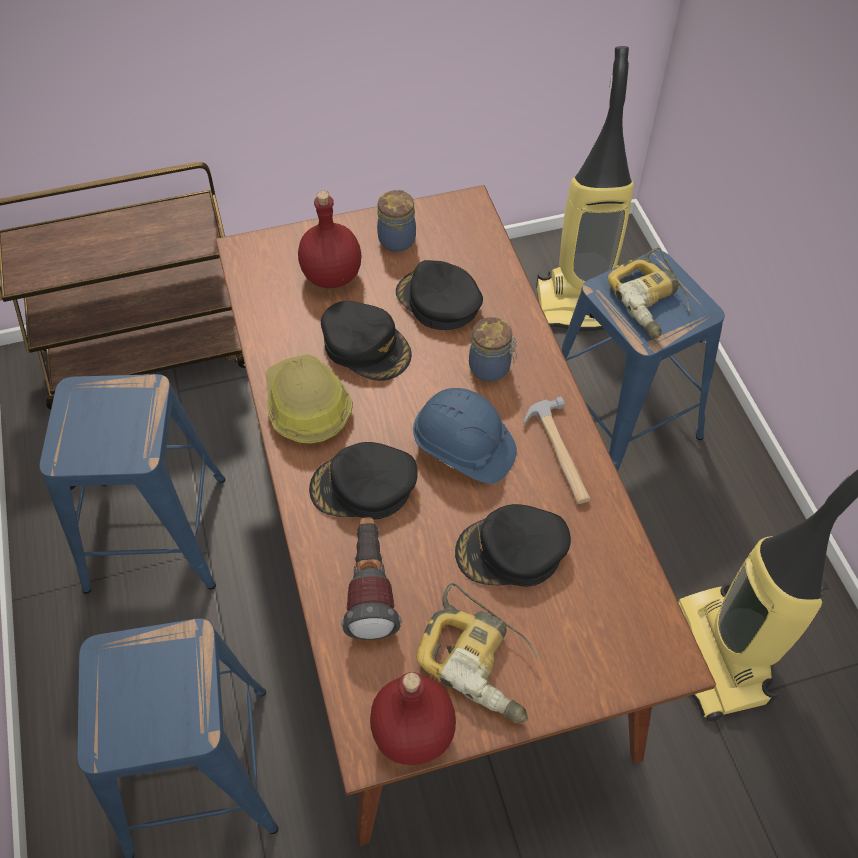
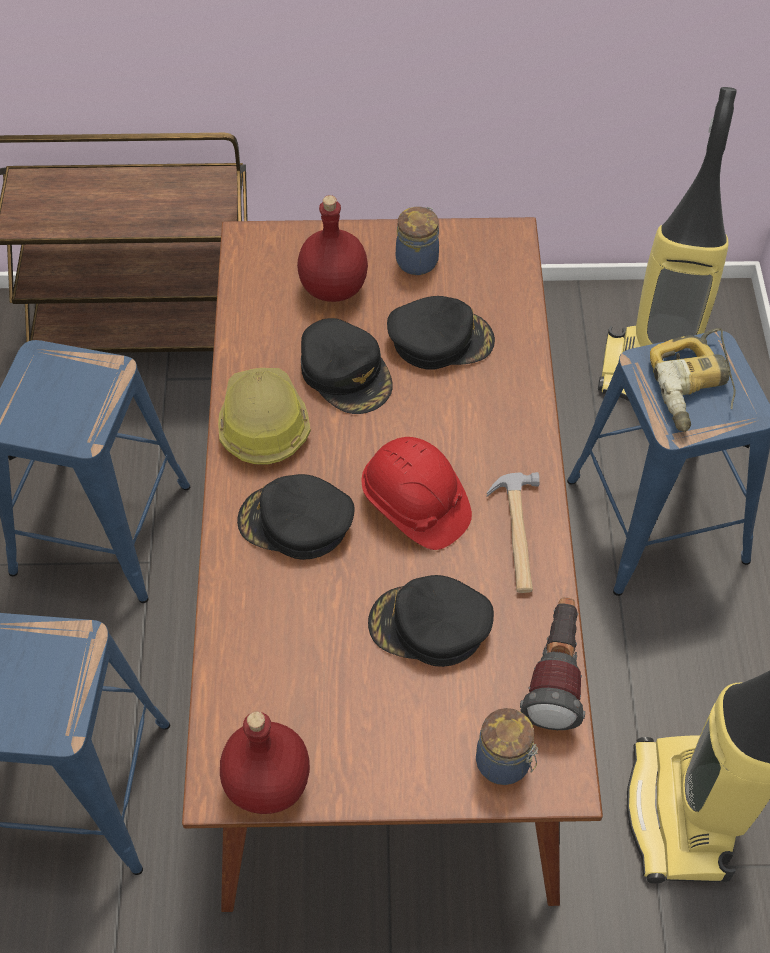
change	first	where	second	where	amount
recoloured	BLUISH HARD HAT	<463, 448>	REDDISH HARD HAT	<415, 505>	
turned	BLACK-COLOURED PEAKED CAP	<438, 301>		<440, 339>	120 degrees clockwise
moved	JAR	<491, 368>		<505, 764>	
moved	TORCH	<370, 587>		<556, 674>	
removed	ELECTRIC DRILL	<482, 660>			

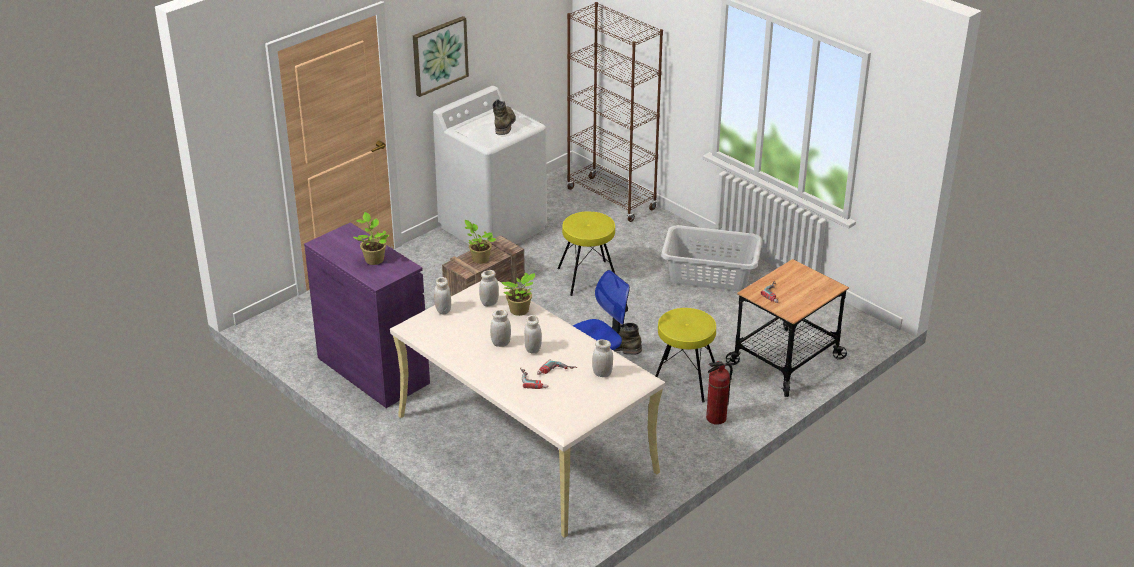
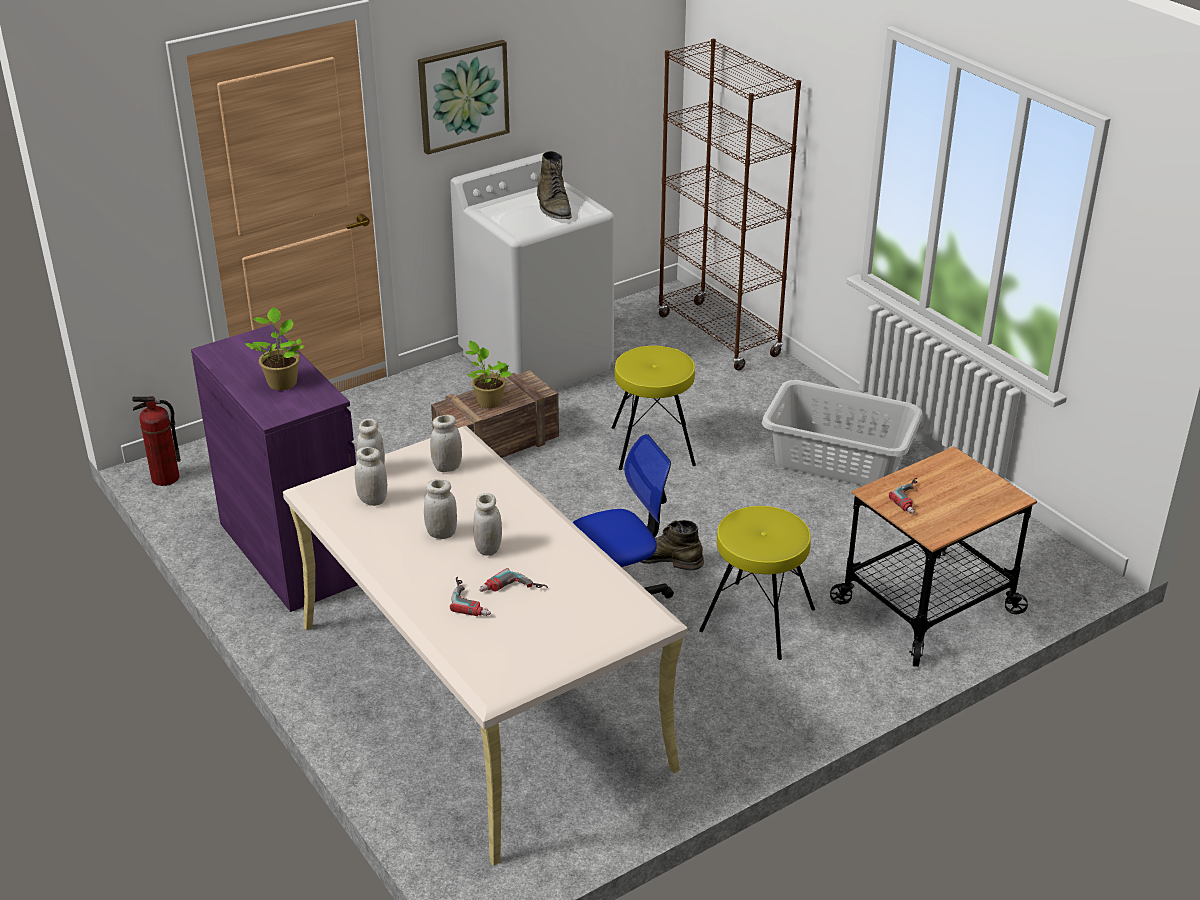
change	first	where	second	where	amount
moved	FIRE-FIGHTING CYLINDER	<716, 418>		<165, 478>	
moved	WHITE-COLOURED JAR	<602, 373>		<372, 500>	
turned	GREEN TALL BOOT	<504, 124>		<553, 206>	150 degrees clockwise
removed	POTTED PLANT	<520, 311>			

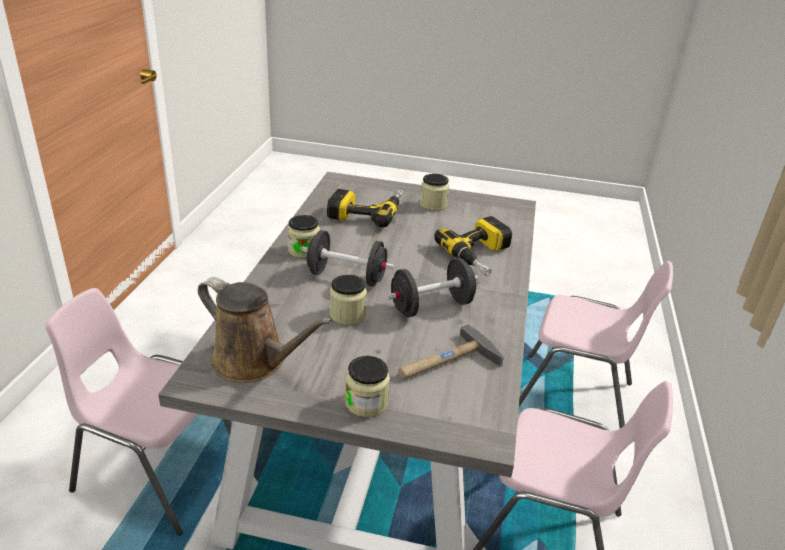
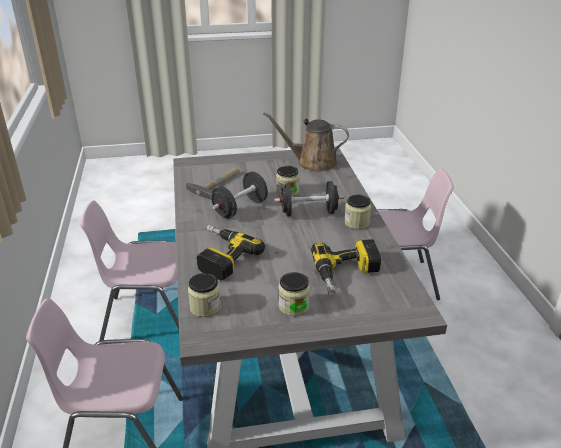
change	first	where	second	where	amount
moved	JAR	<366, 403>		<205, 307>	

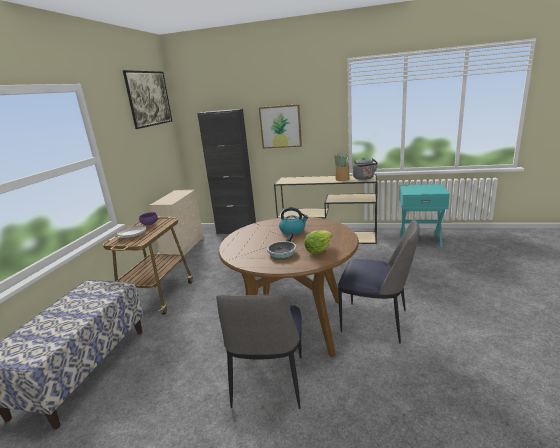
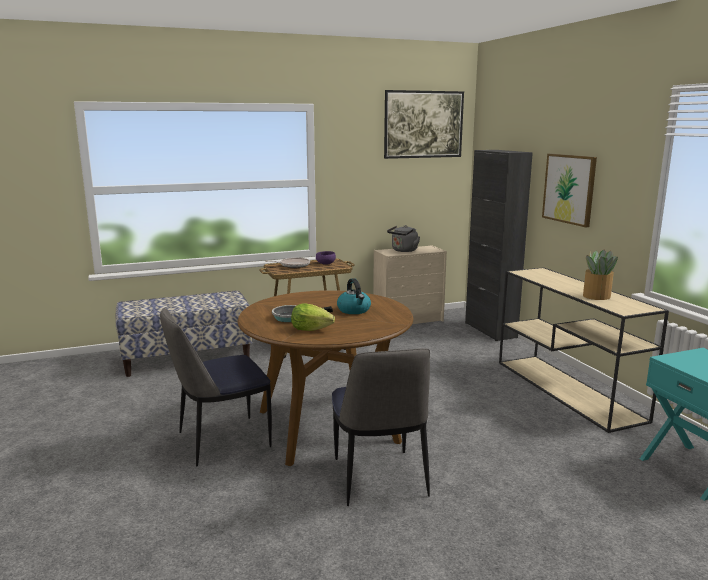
change	first	where	second	where	amount
moved	GRAY KETTLE	<364, 178>		<403, 250>	

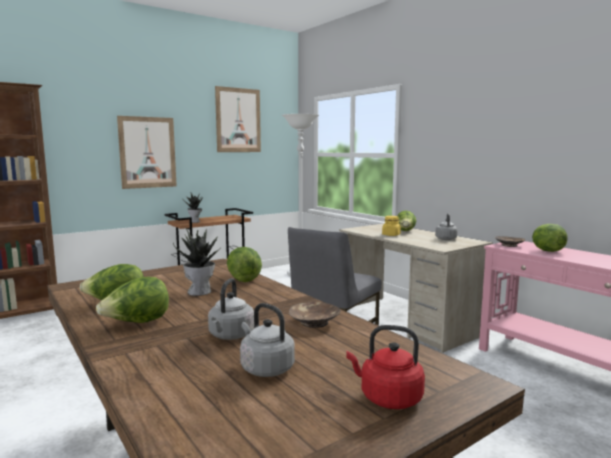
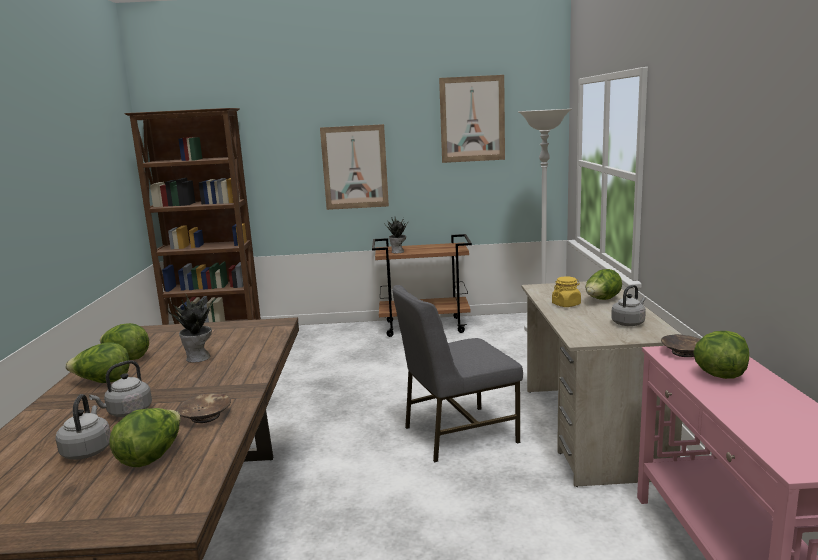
change	first	where	second	where	amount
moved	LETTUCE	<243, 279>		<151, 456>	
removed	REDDISH KETTLE	<387, 398>			

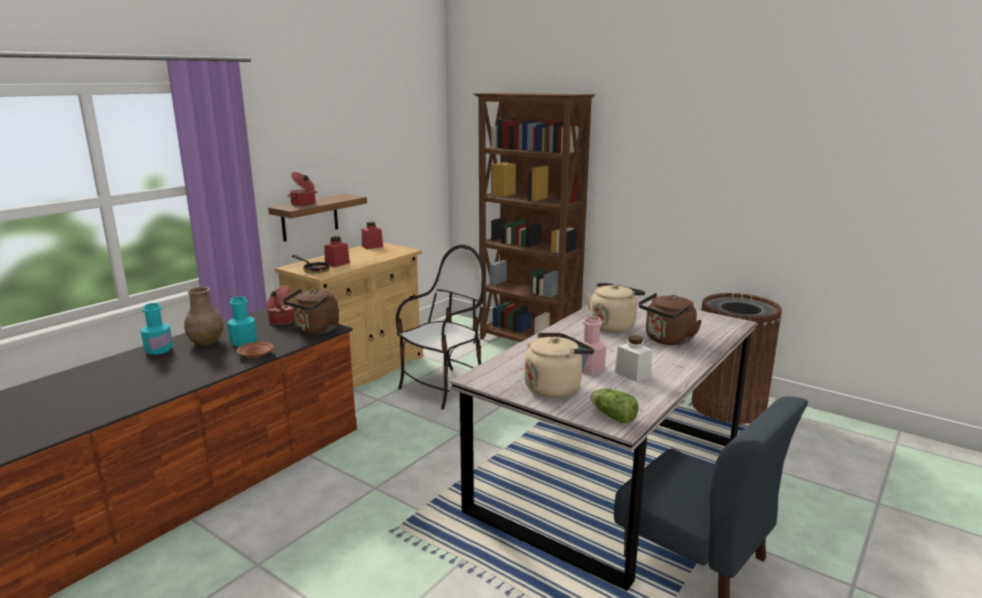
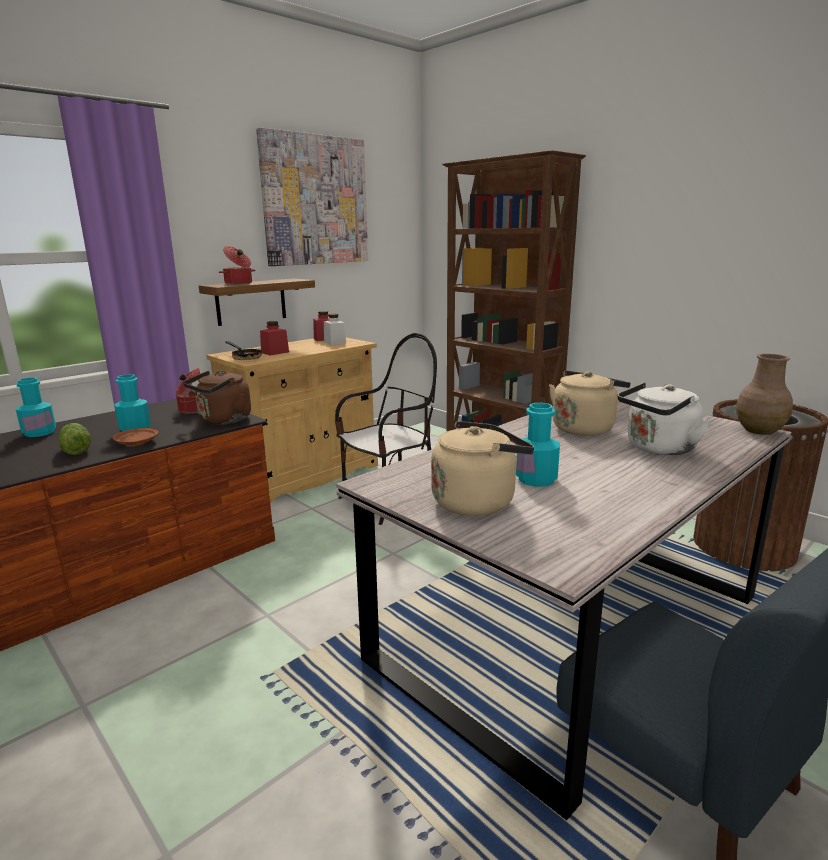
change	first	where	second	where	amount
moved	LETTUCE	<611, 415>		<76, 449>	
added			WALL PICTURE	<315, 201>	
moved	WHITE-COLOURED JAR	<632, 374>		<335, 342>	
recoloured	PINK-COLOURED BEVERAGE BOTTLE	<590, 368>	TURQUOISE-COLOURED BEVERAGE BOTTLE	<536, 479>	
recoloured	BROWN KETTLE	<667, 340>	WHITE-COLOURED KETTLE	<658, 449>	
moved	BROWN DECORATIVE VASE	<206, 342>		<758, 430>	

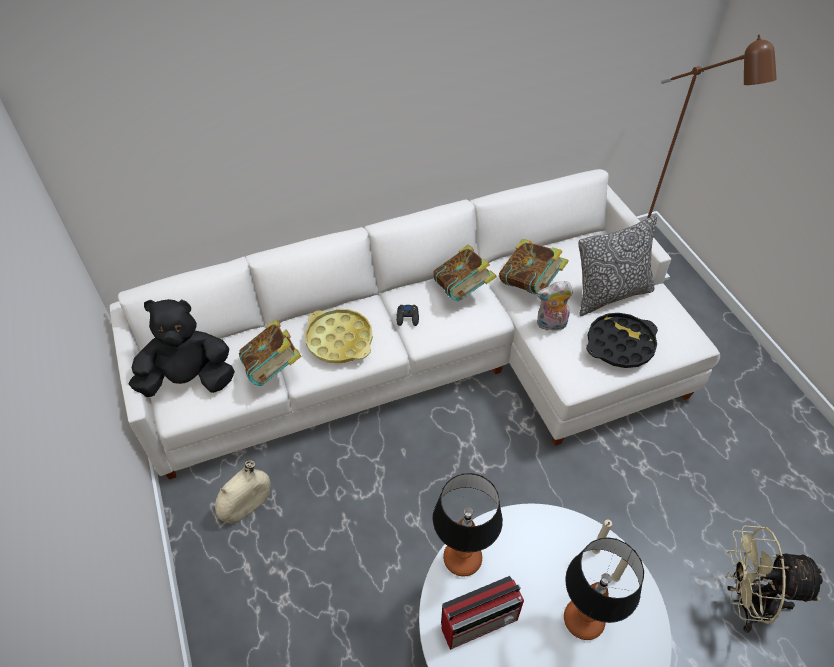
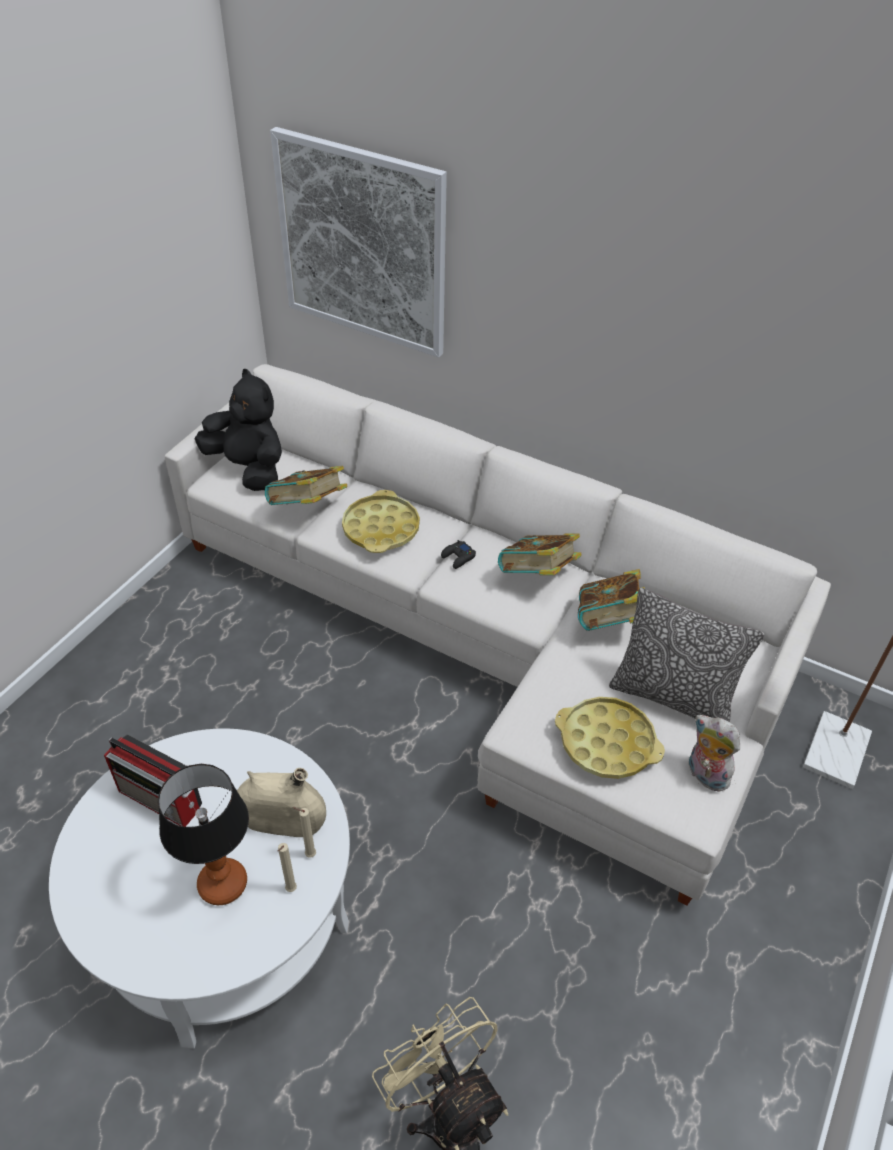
change	first	where	second	where	amount
moved	BEIGE DECORATIVE VASE	<246, 505>		<283, 822>	
added			WALL PICTURE	<362, 244>	
recoloured	BLACK-COLOURED CARRYING TRAY	<620, 344>	YELLOW CARRYING TRAY	<607, 743>	
moved	PLUSH TOY	<551, 325>		<704, 775>	
removed	TABLE LAMP	<463, 558>			

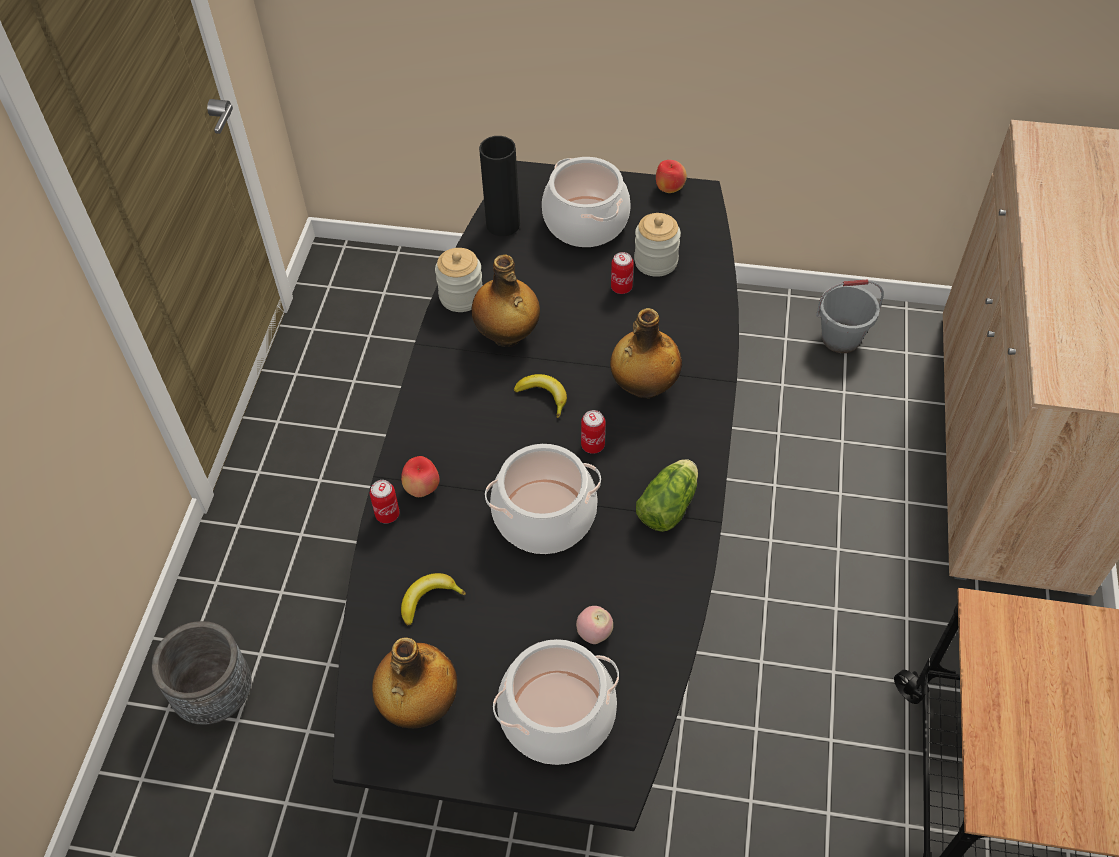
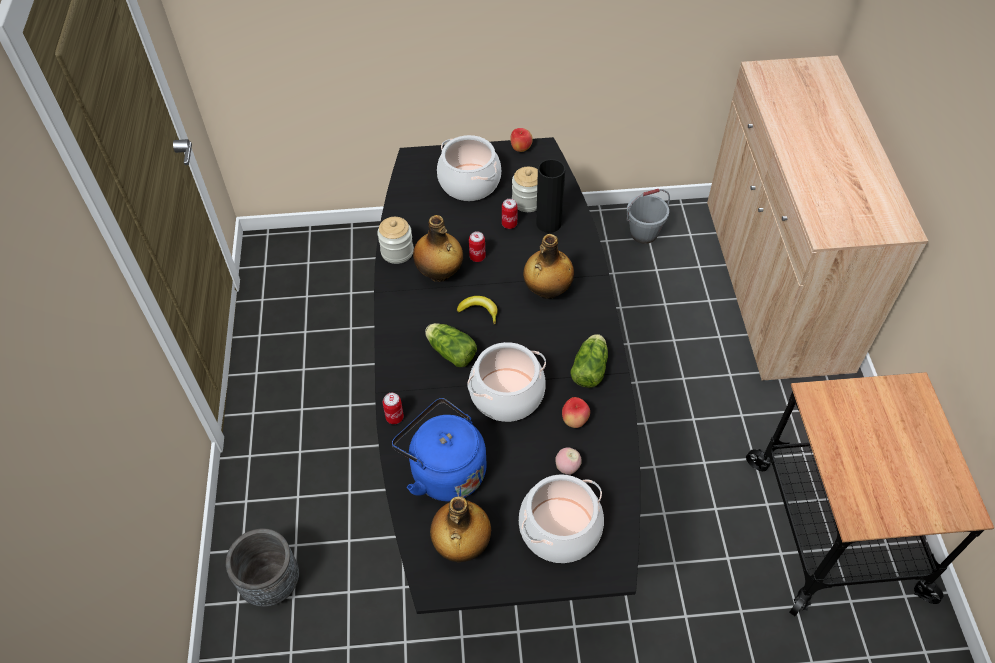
change	first	where	second	where	amount
replaced	WHOLE BANANA	<429, 599>	BLUISH KETTLE	<444, 470>	
added			LETTUCE	<450, 351>	
moved	METAL CAN	<593, 445>		<477, 257>	
moved	BLACK-COLOURED DECORATIVE VASE	<503, 224>		<549, 223>	
moved	WHOLE APPLE	<422, 489>		<574, 421>	

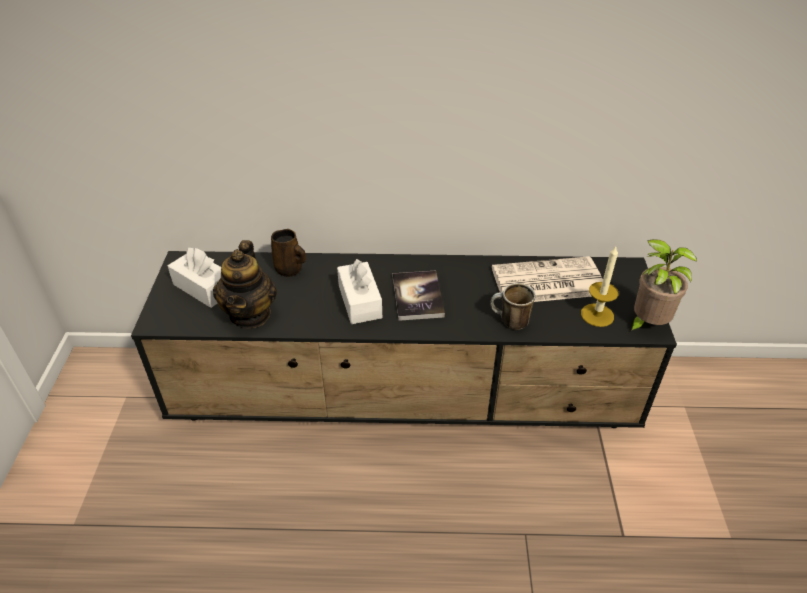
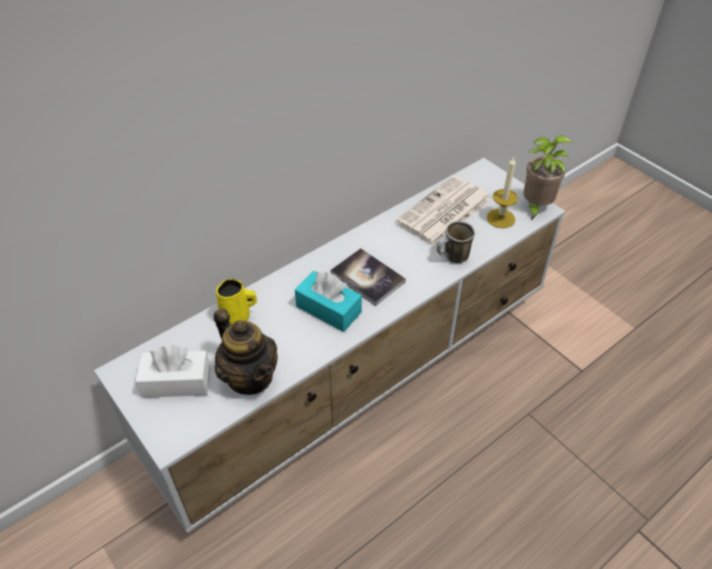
change	first	where	second	where	amount
recoloured	BLACK-COLOURED TV STAND	<406, 401>	WHITE-COLOURED TV STAND	<357, 376>	
recoloured	BROWN MUG	<290, 270>	YELLOW MUG	<237, 318>	
recoloured	WHITE-COLOURED TISSUE HOLDER	<360, 301>	TURQUOISE-COLOURED TISSUE HOLDER	<328, 309>	

